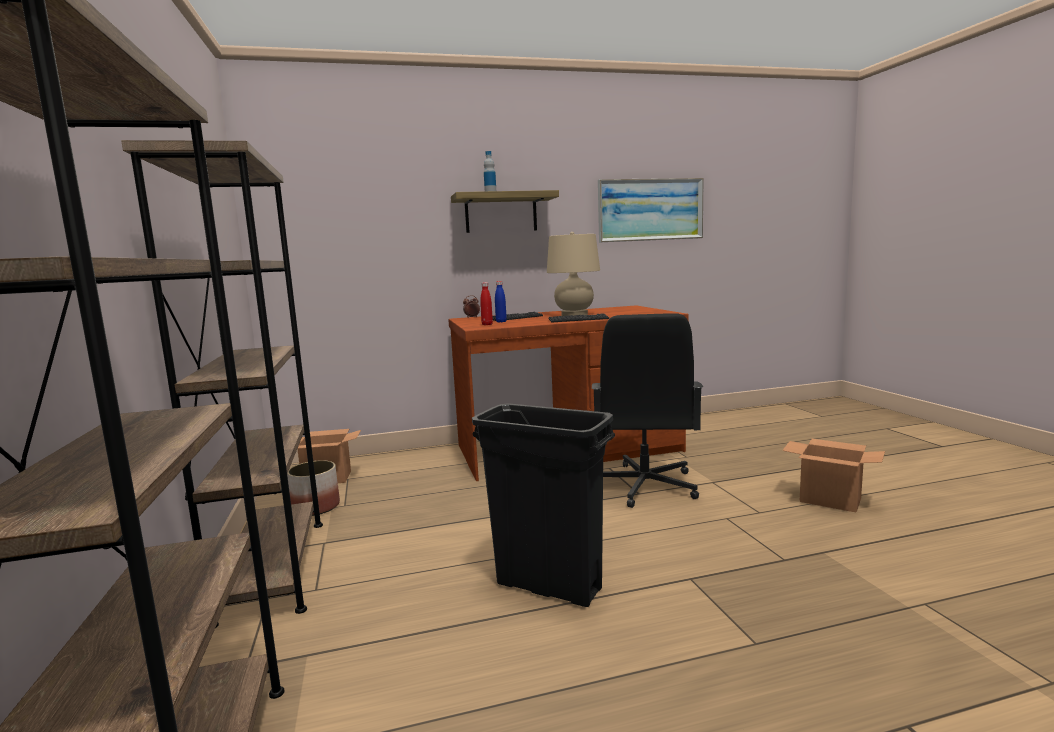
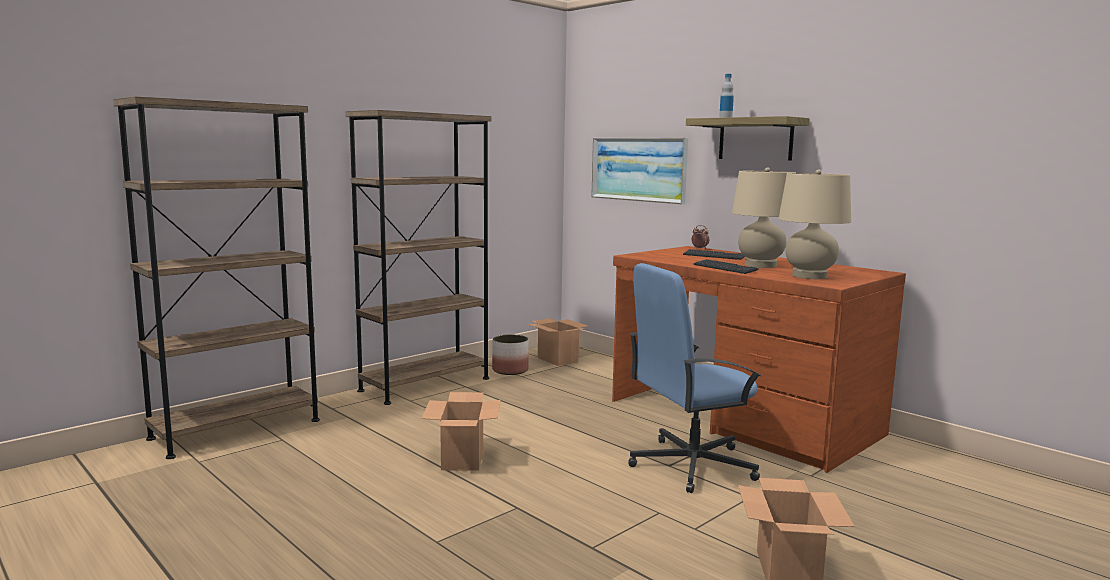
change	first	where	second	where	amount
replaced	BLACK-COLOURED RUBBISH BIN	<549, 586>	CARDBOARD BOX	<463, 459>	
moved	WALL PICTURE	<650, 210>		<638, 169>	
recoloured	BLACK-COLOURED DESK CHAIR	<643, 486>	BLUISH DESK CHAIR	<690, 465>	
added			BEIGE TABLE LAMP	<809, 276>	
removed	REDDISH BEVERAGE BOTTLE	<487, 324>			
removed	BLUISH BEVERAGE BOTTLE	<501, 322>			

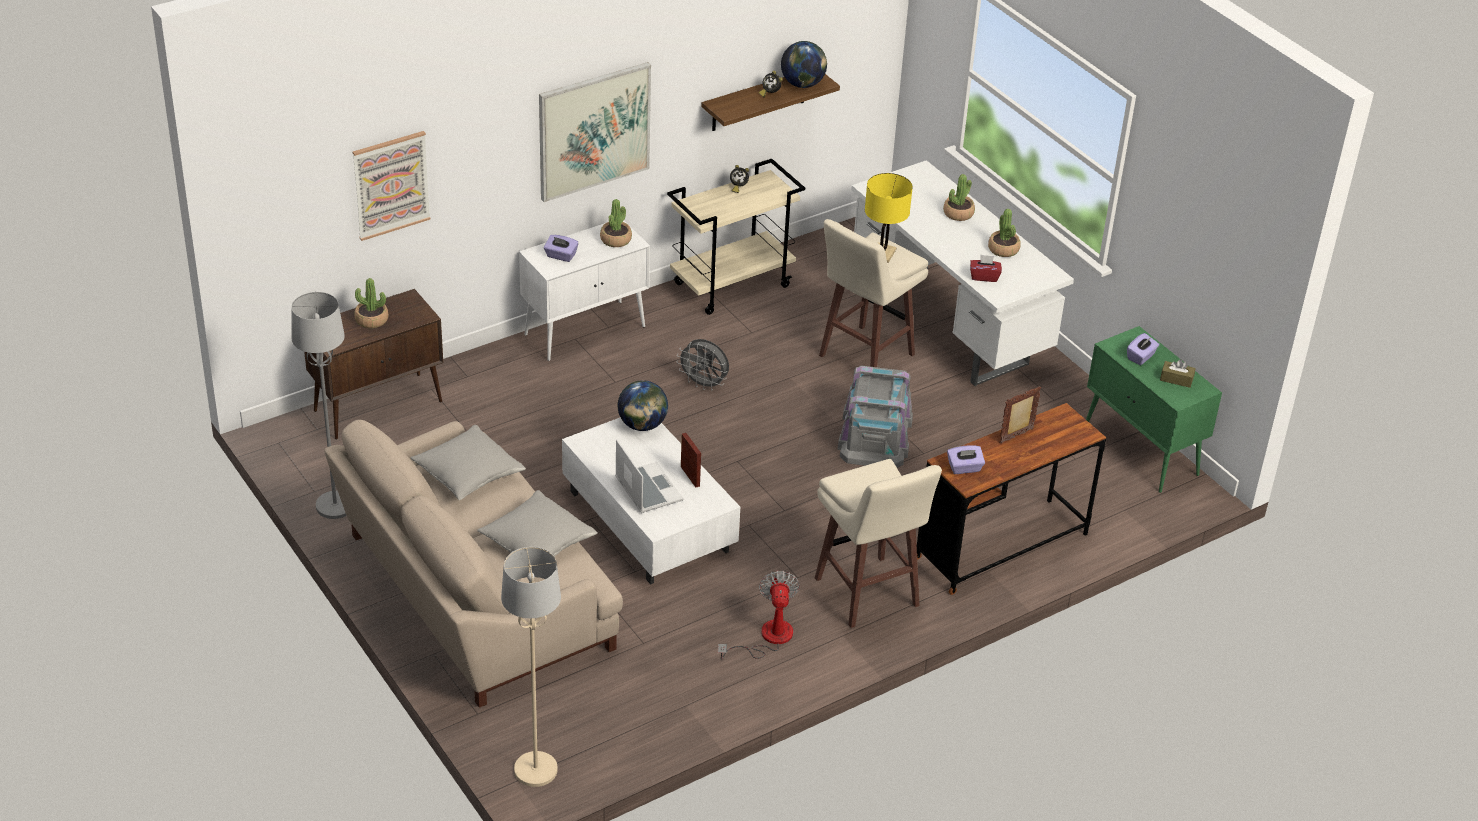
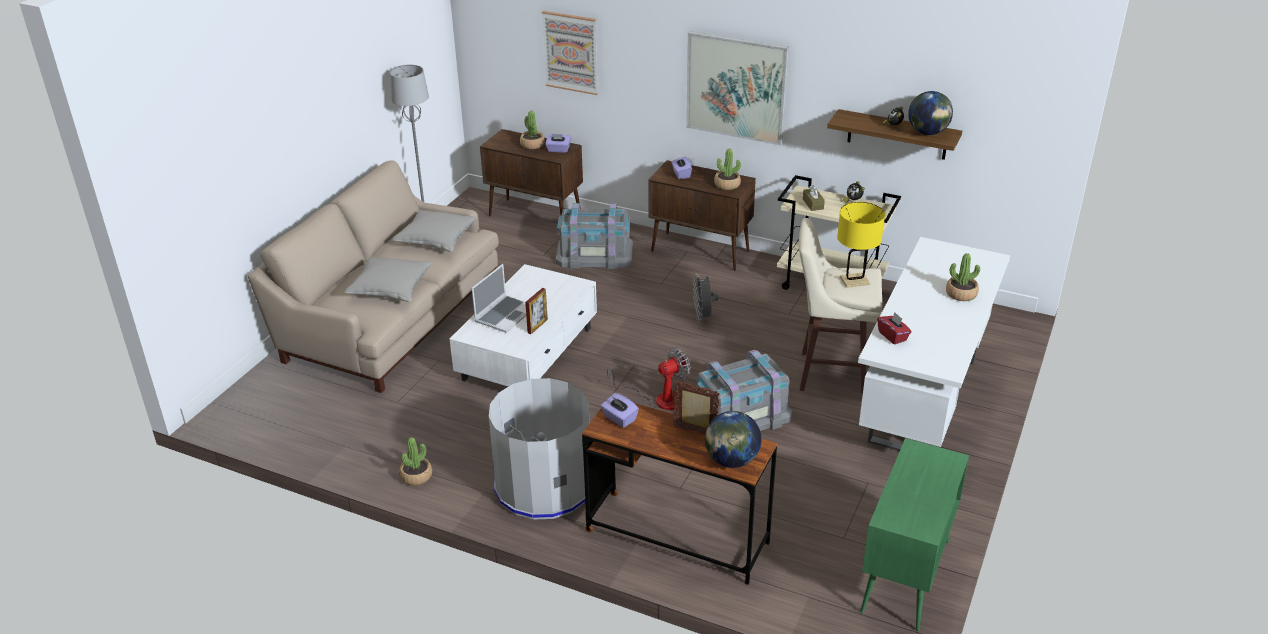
change	first	where	second	where	amount
moved	POTTED PLANT	<1003, 249>		<416, 476>	
replaced	BEIGE STOOL	<867, 594>	GRAY RUBBISH BIN	<544, 485>	
moved	PURPLE-COLOURED TISSUE HOLDER	<1141, 357>		<558, 150>	
added			GRAY STORAGE BIN	<594, 254>	
moved	COOLING FAN	<767, 638>		<659, 399>	
recoloured	WHITE-COLOURED CUPBOARD	<586, 330>	BROWN CUPBOARD	<701, 251>	
moved	GLOBE	<642, 425>		<731, 461>	
moved	BROWN TISSUE HOLDER	<1176, 379>		<813, 204>	
removed	BEIGE FLOOR LAMP	<535, 770>			

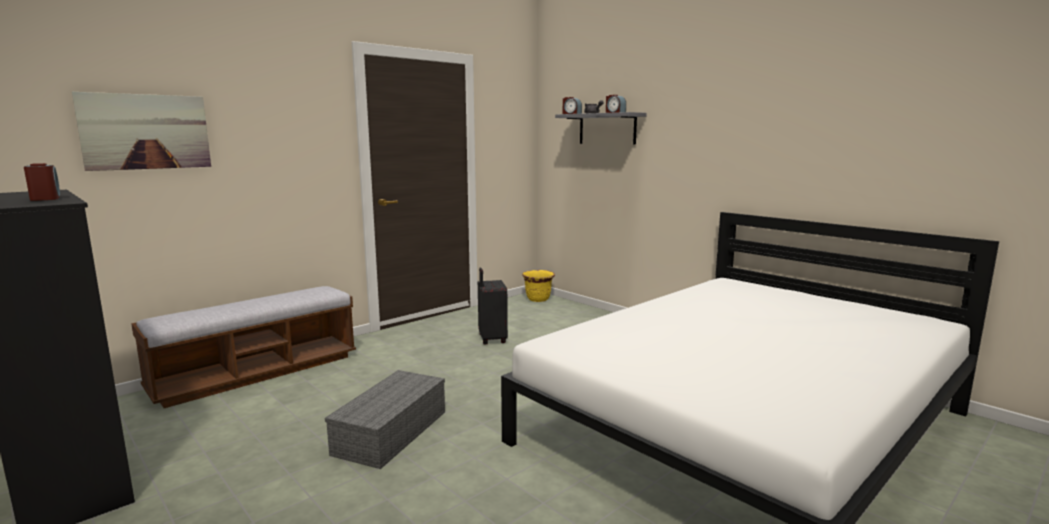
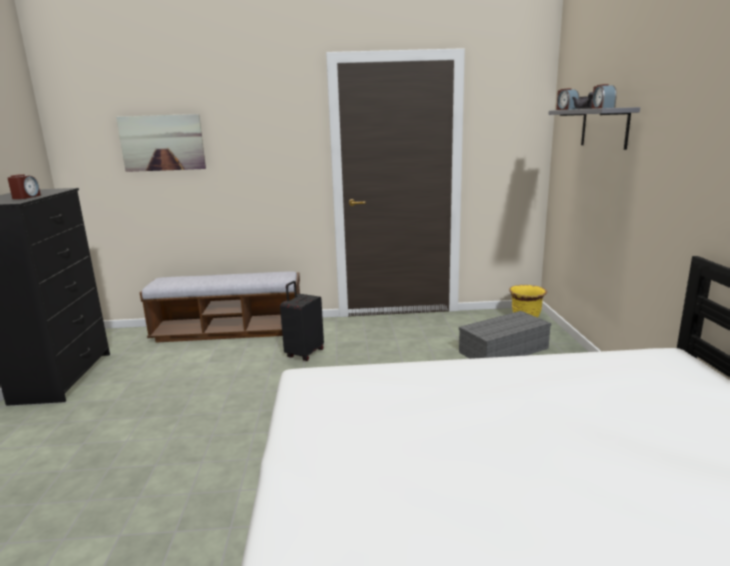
change	first	where	second	where	amount
moved	BLACK-COLOURED SUITCASE	<491, 339>		<304, 353>	
moved	GRAY STORAGE BIN	<391, 433>		<503, 351>	

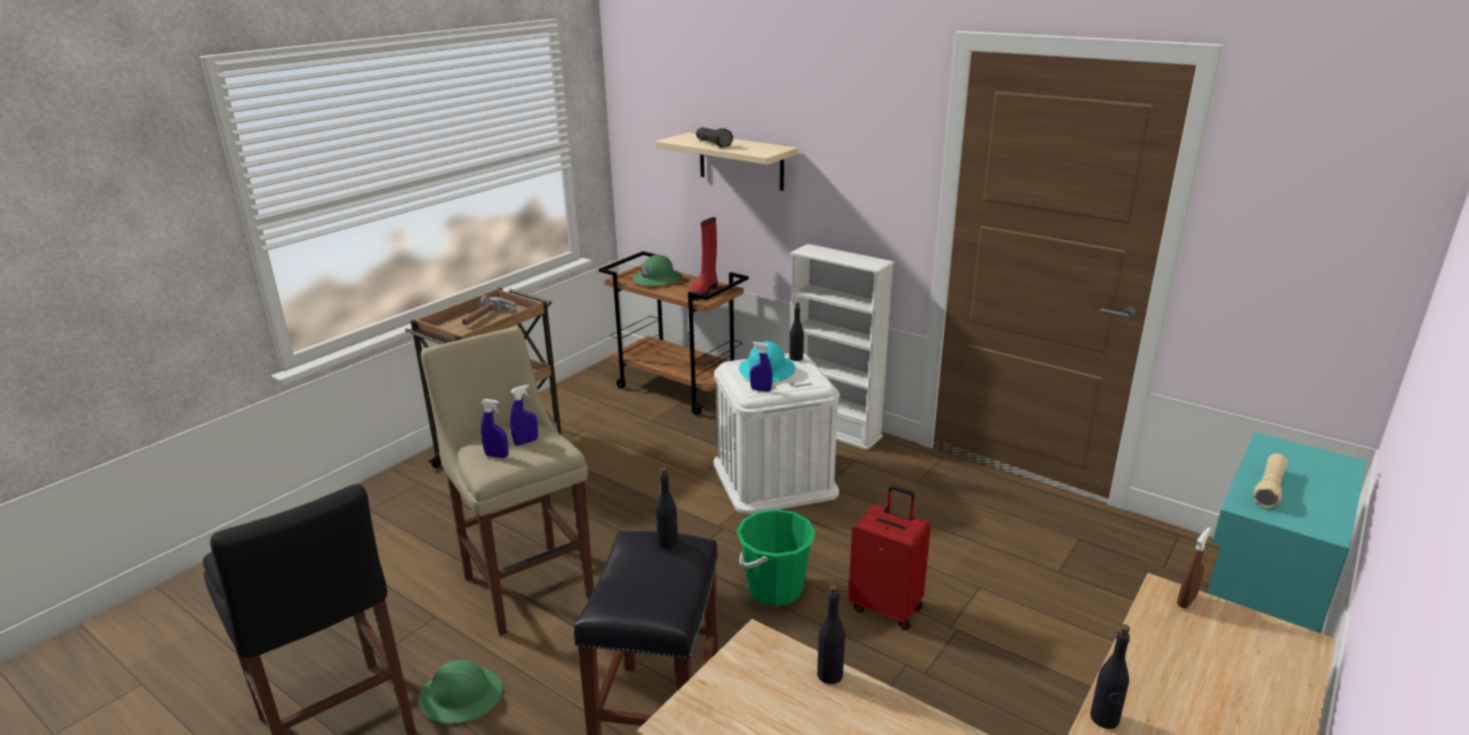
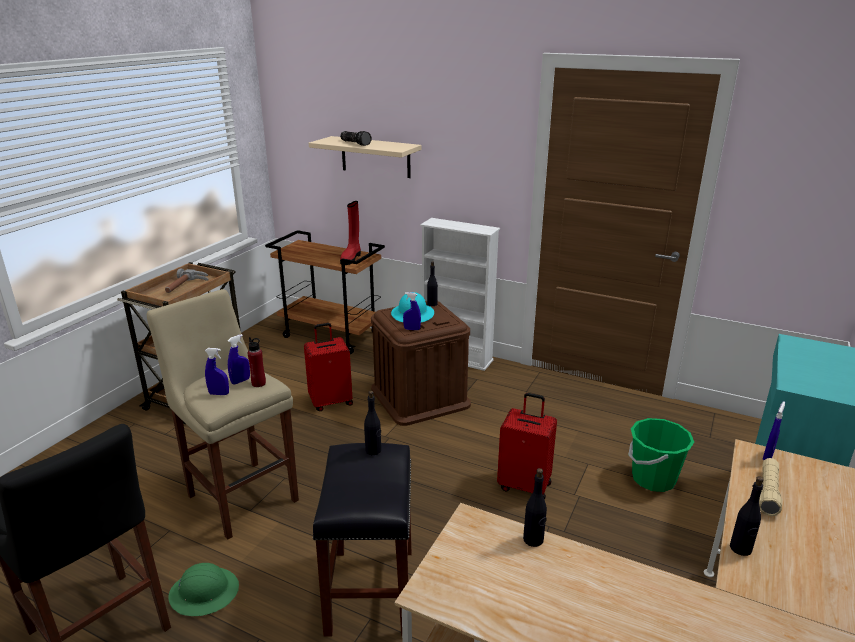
change	first	where	second	where	amount
added			REDDISH BEVERAGE BOTTLE	<258, 383>	
added			REDDISH SUITCASE	<331, 401>	
recoloured	WHITE-COLOURED STORAGE BIN	<774, 478>	BROWN STORAGE BIN	<420, 396>	
moved	GREEN WATER BUCKET	<775, 588>		<653, 479>	
moved	BEIGE TORCH	<1269, 488>		<768, 493>	
recoloured	BROWN SPRAY BOTTLE	<1186, 601>	BLUISH SPRAY BOTTLE	<768, 456>	
removed	GREEN HARD HAT	<657, 279>			

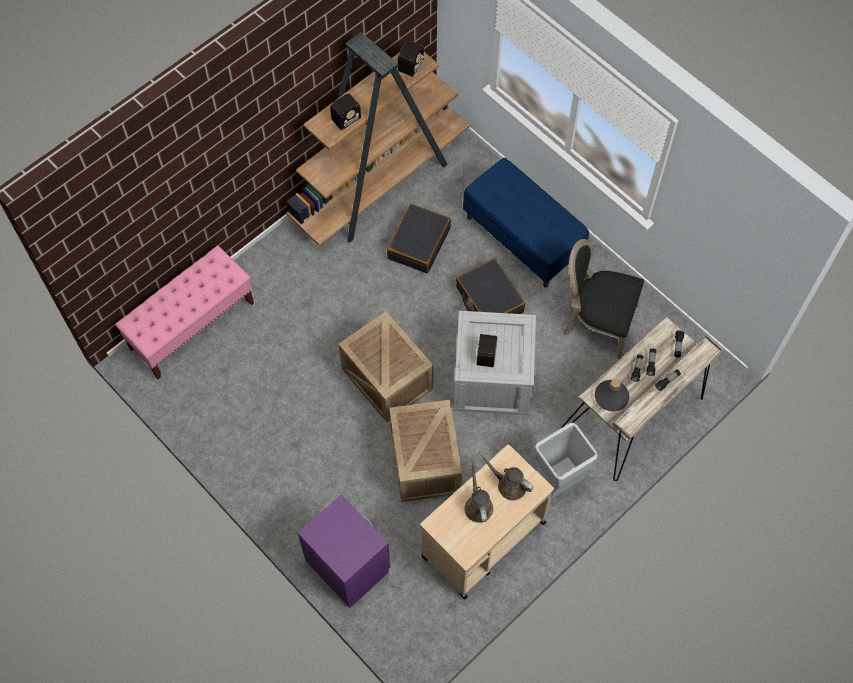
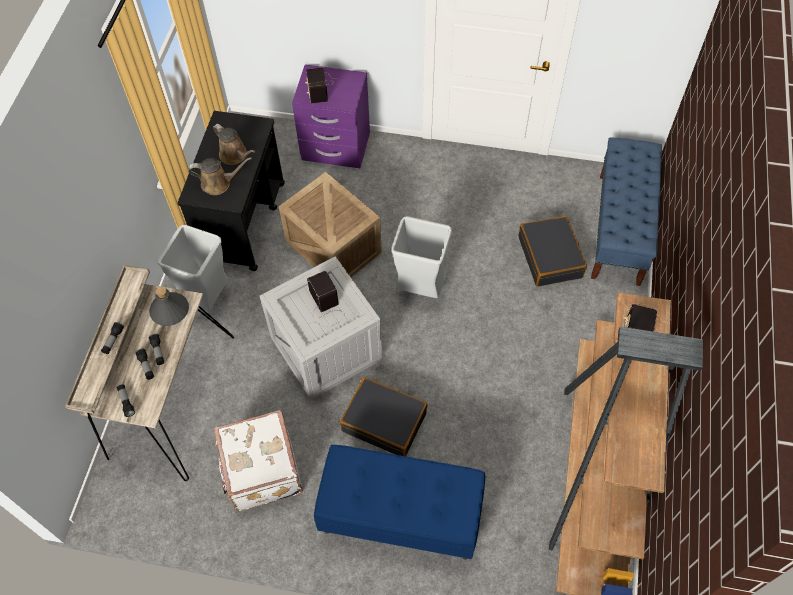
change	first	where	second	where	amount
recoloured	BEIGE TROLLEY	<483, 540>	BLACK-COLOURED TROLLEY	<243, 221>	
replaced	BLACK-COLOURED PLAIN CHAIR	<596, 321>	WHITE-COLOURED SUITCASE	<261, 471>	
moved	RADIO	<404, 71>		<319, 86>	
replaced	SHIPPING CRATE	<385, 378>	GRAY RUBBISH BIN	<421, 289>	
moved	BLACK-COLOURED SUITCASE	<418, 243>		<550, 257>	
recoloured	PINK-COLOURED LONG SEAT	<192, 325>	BLUISH LONG SEAT	<619, 229>	

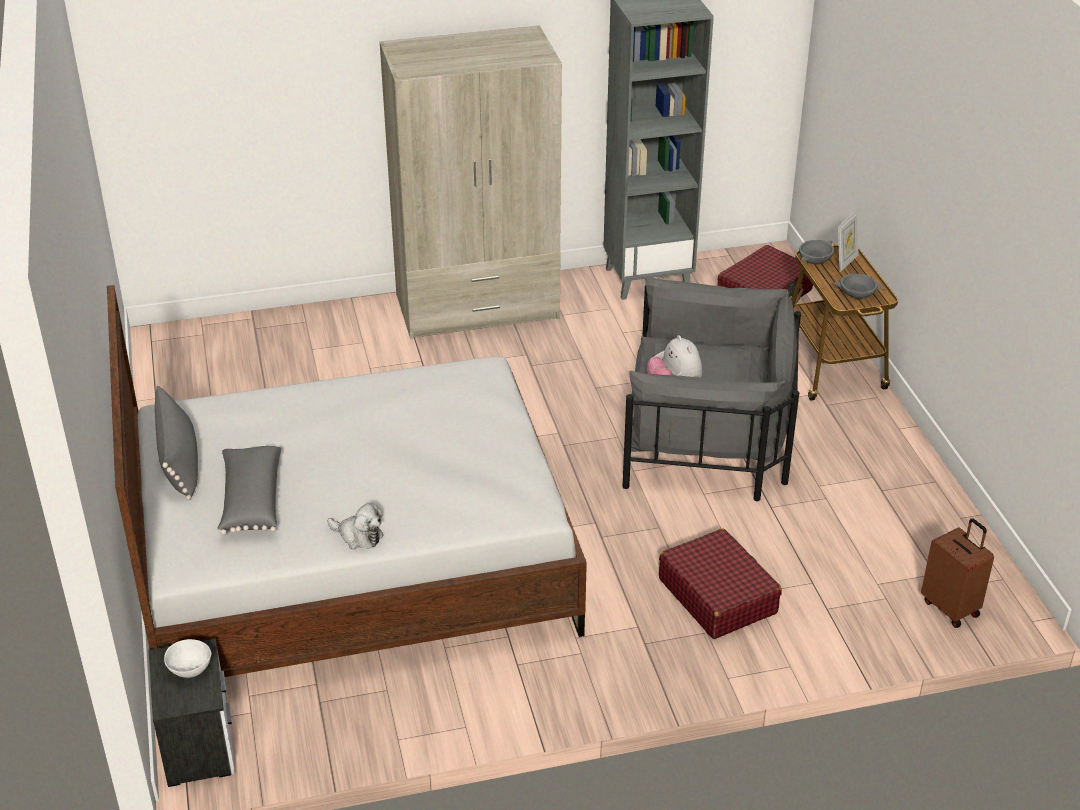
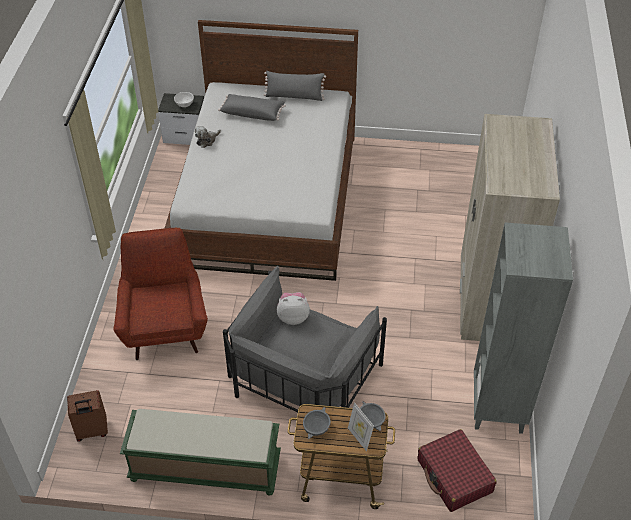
change	first	where	second	where	amount
replaced	REDDISH SUITCASE	<717, 595>	REDDISH EASY CHAIR	<165, 328>	
added			GREEN LONG SEAT	<204, 469>	

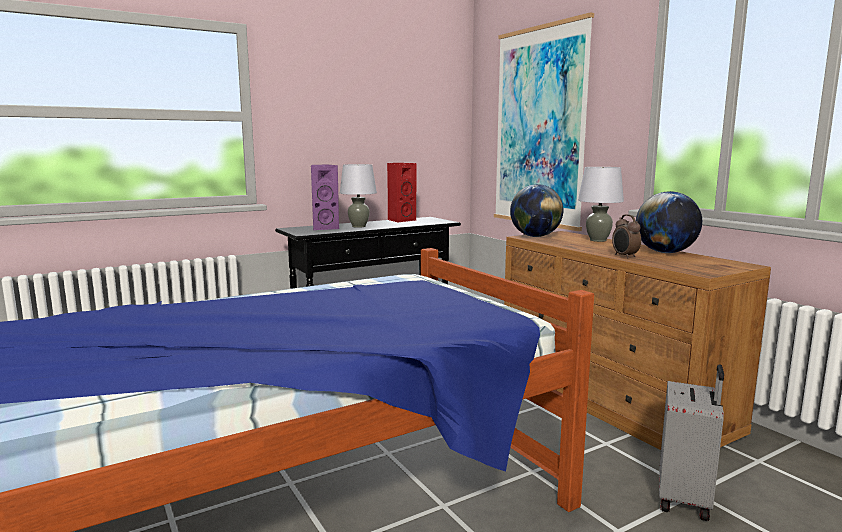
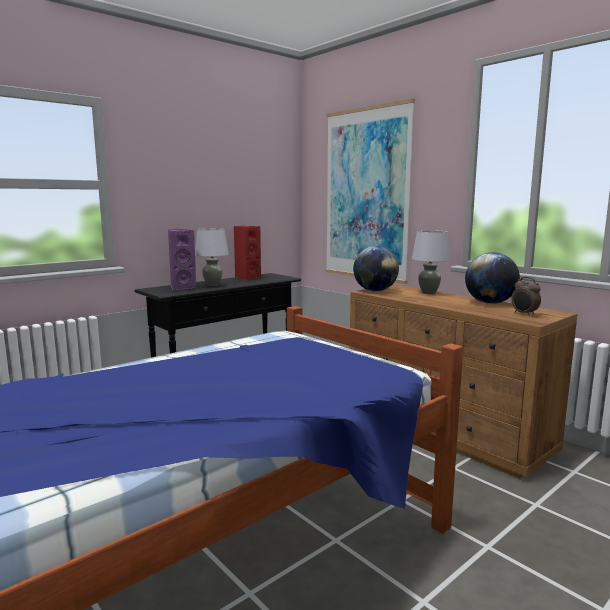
change	first	where	second	where	amount
moved	ALARM CLOCK	<624, 256>		<524, 314>	
removed	GRAY SUITCASE	<685, 499>			

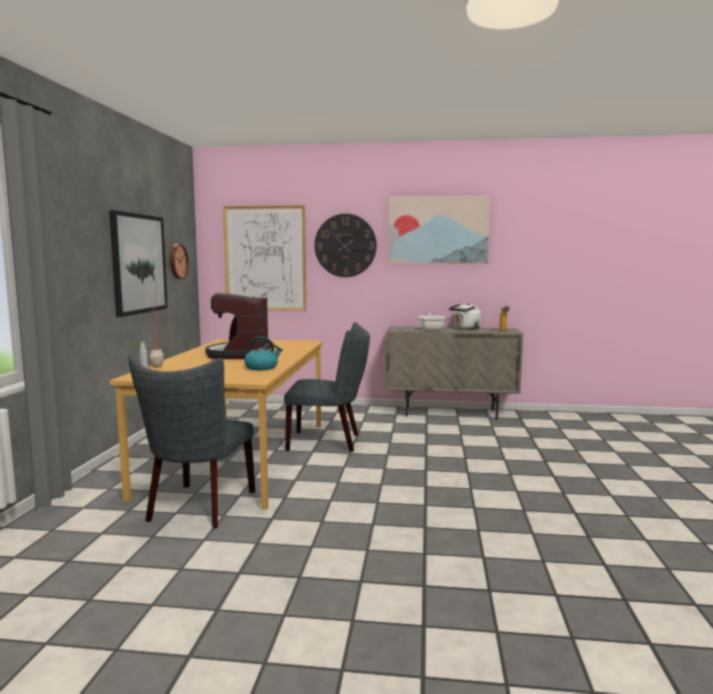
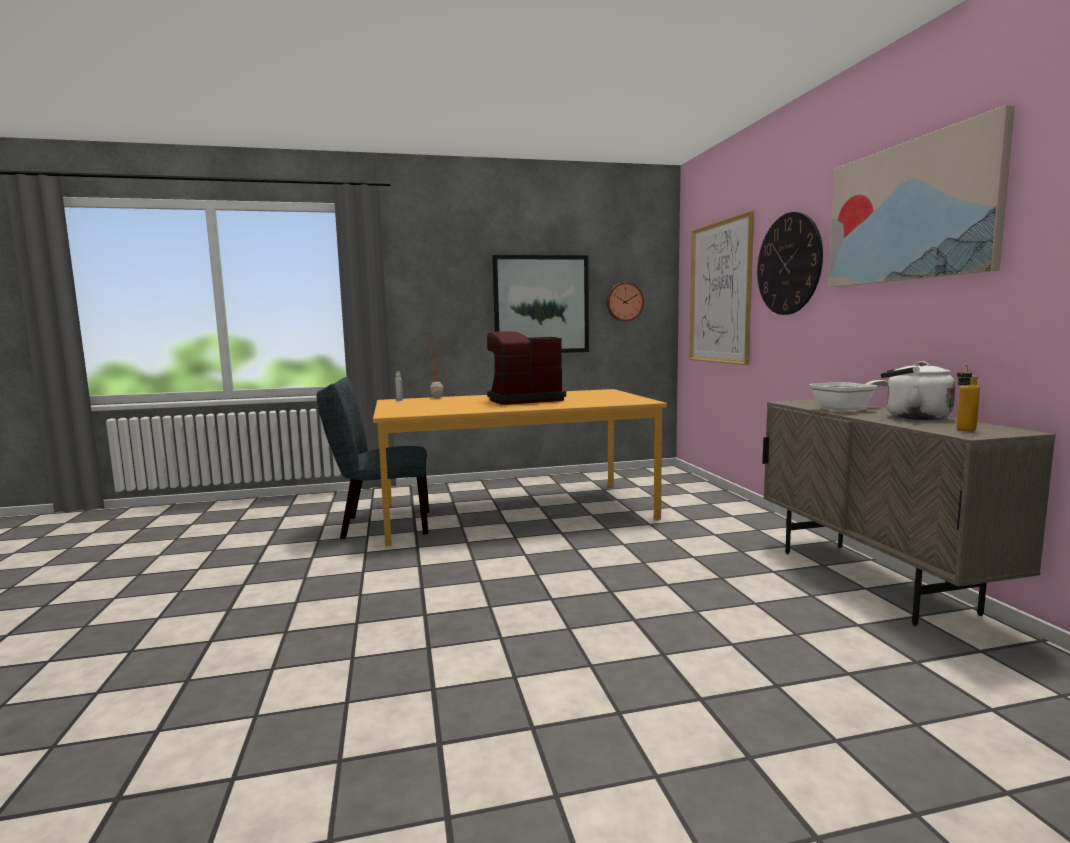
change	first	where	second	where	amount
removed	KETTLE	<262, 368>			
removed	GRAY PLAIN CHAIR	<329, 442>			

